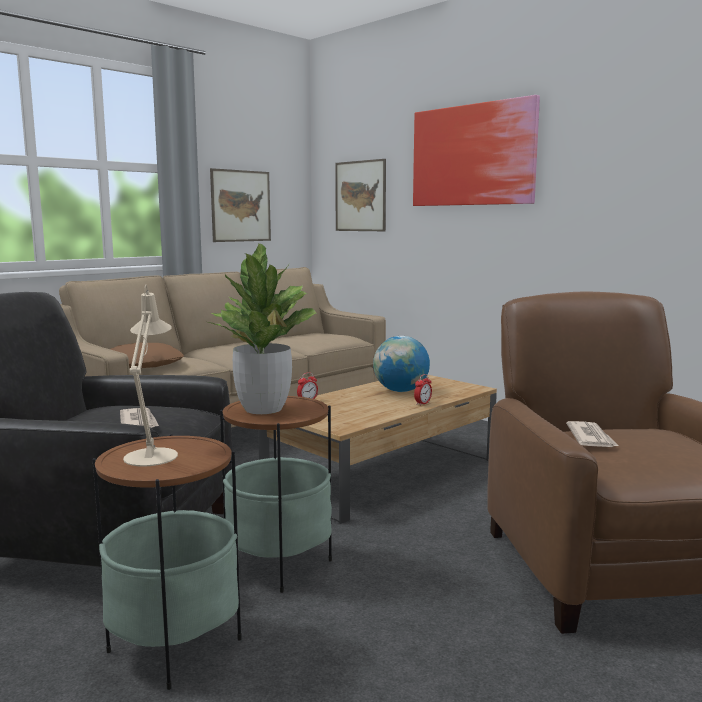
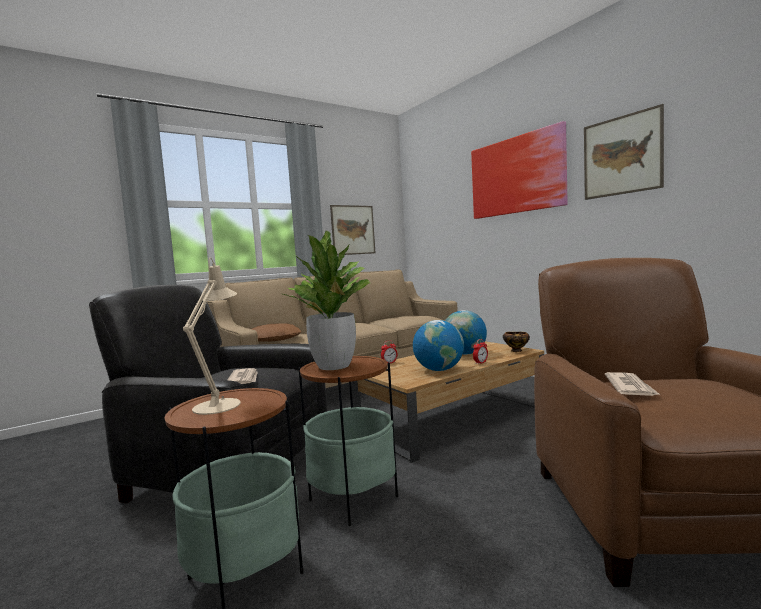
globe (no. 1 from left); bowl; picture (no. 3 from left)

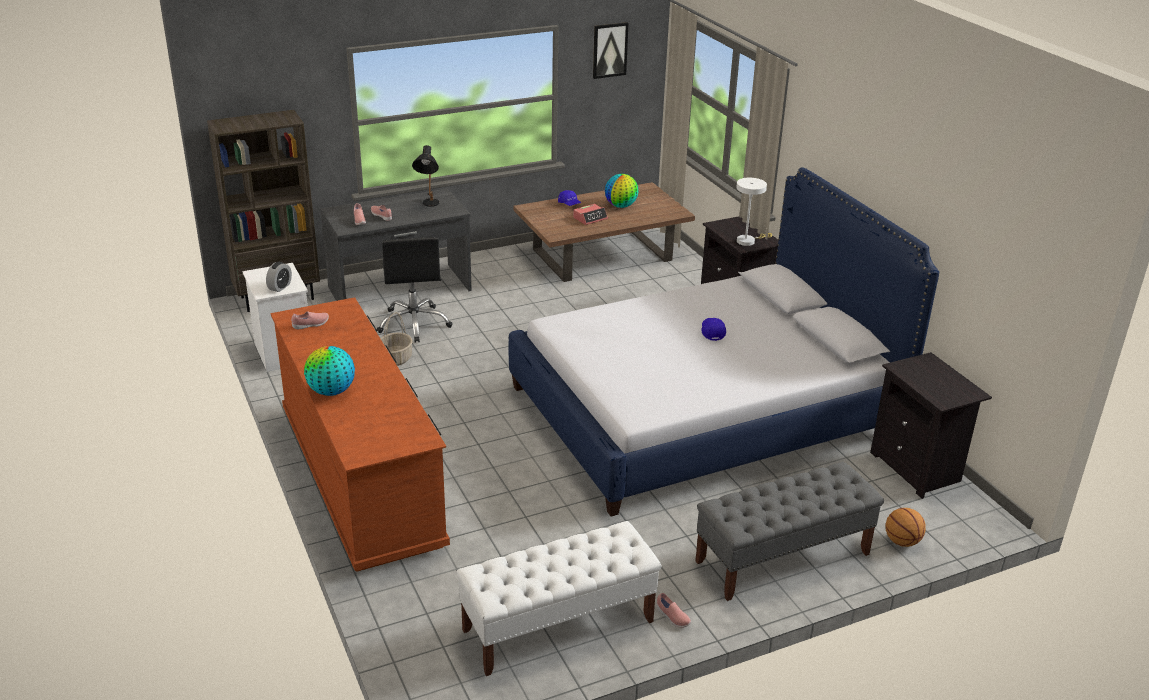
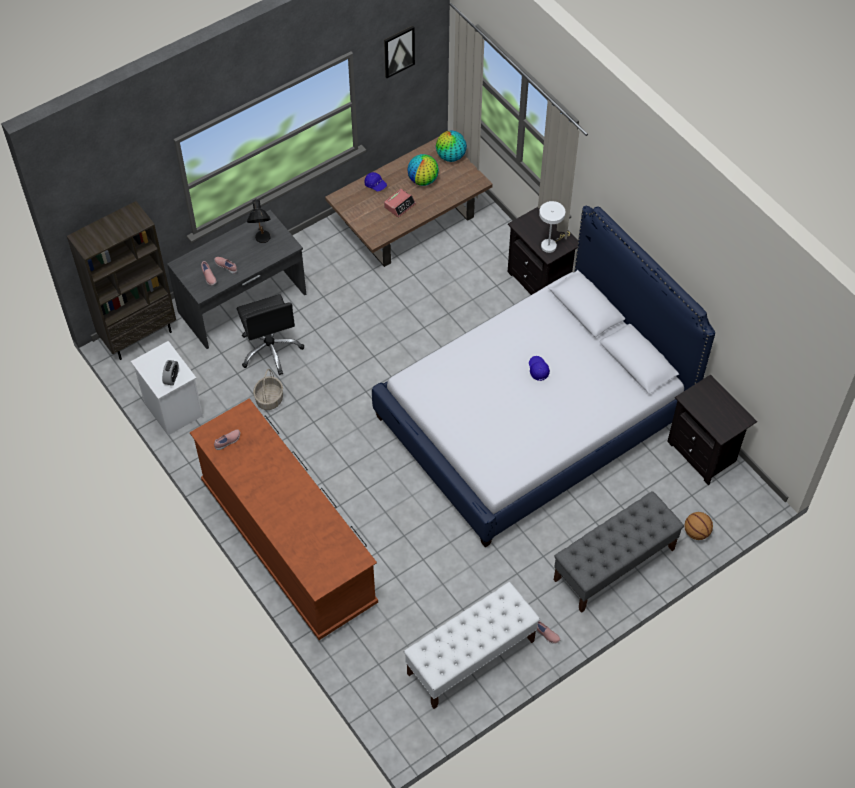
globe (no. 2 from left)

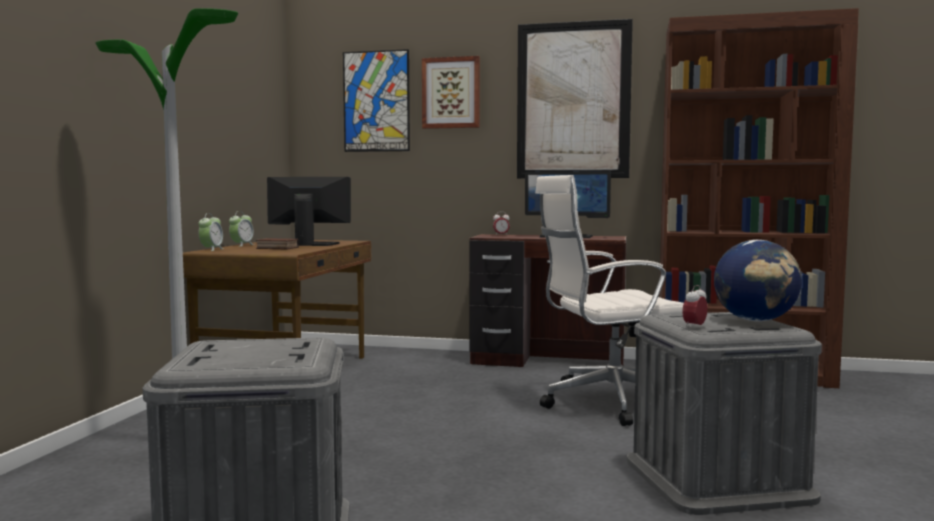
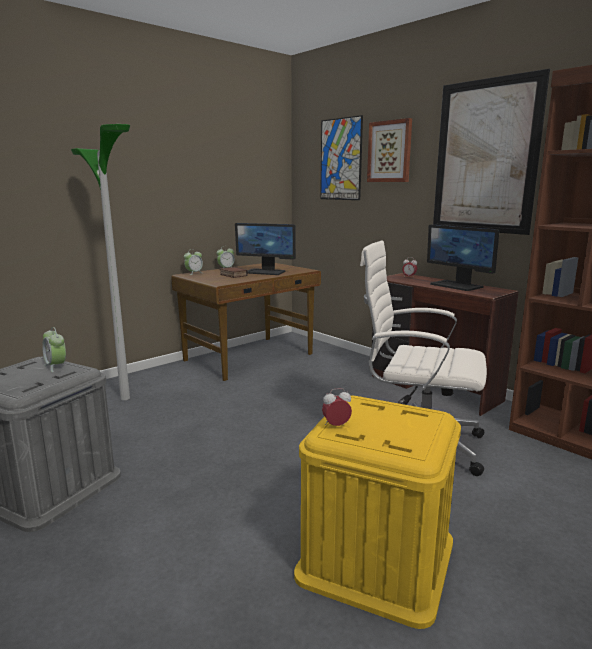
globe; alarm clock (no. 1 from left); storage box/yellow; monitor (no. 1 from left)

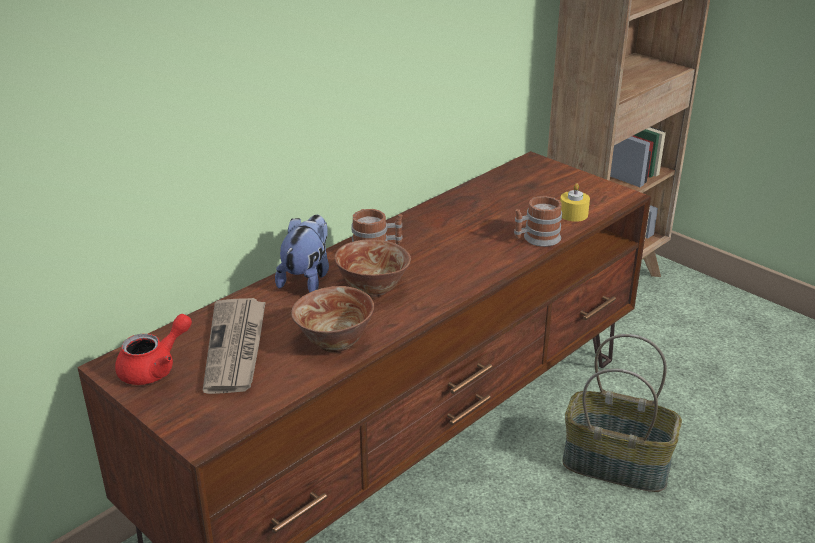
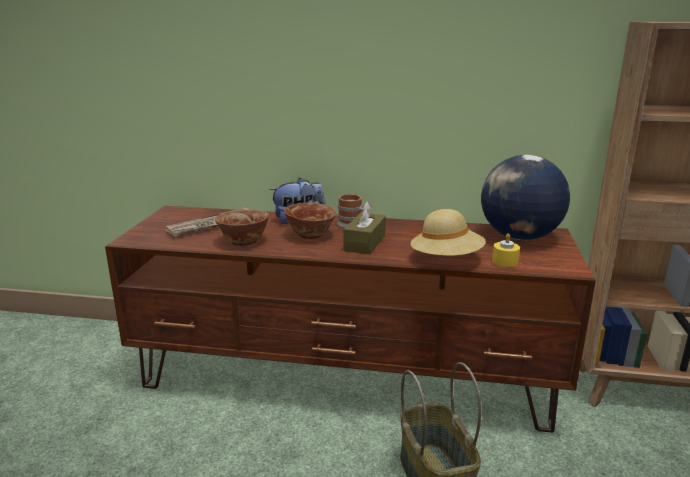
teapot/red; tissue box/brown; globe; hat/beige

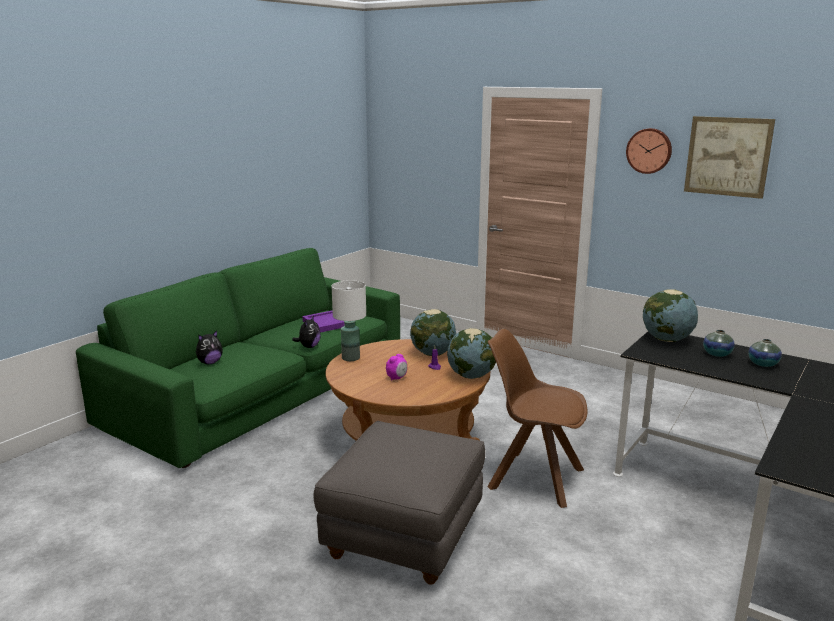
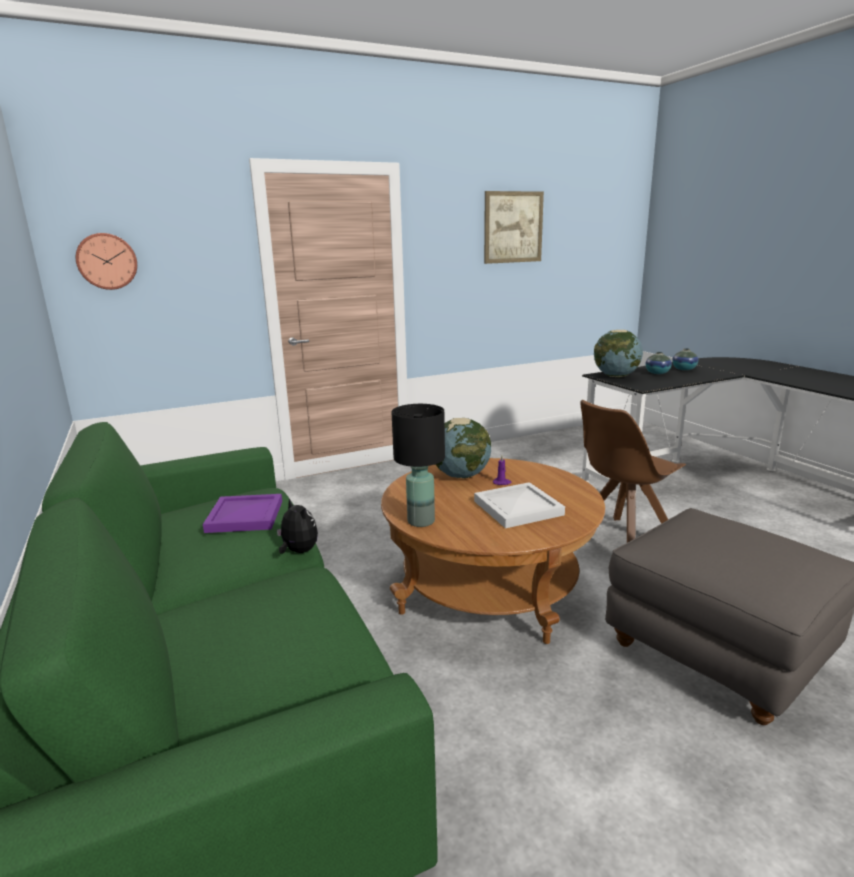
plush toy (no. 1 from left in the first image); globe (no. 2 from left in the first image); wall clock; tray/white; table lamp/black

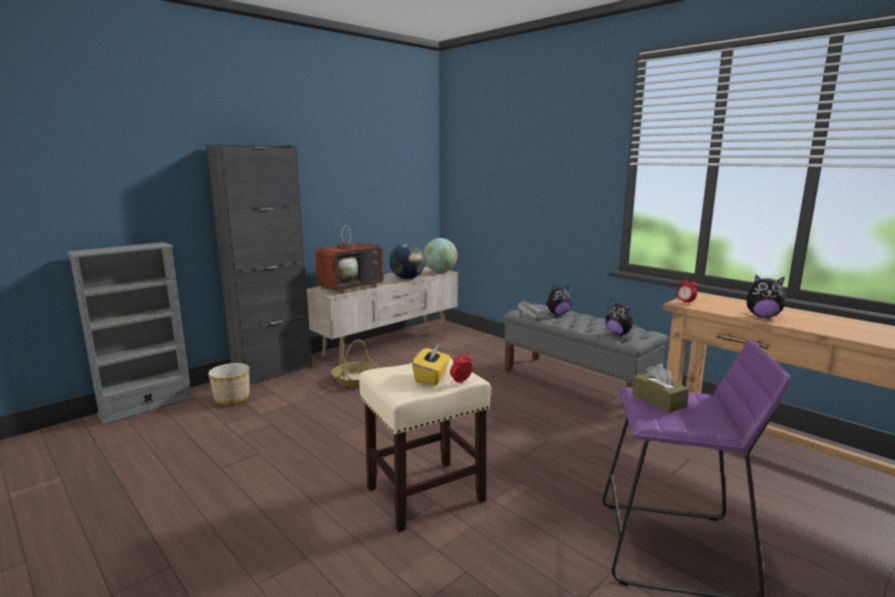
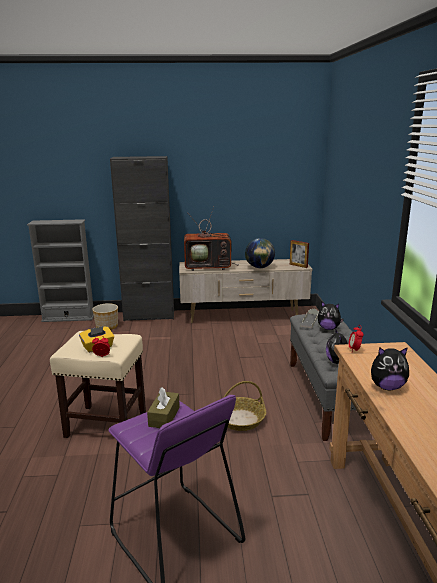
basket; picture frame; plush toy (no. 3 from left)

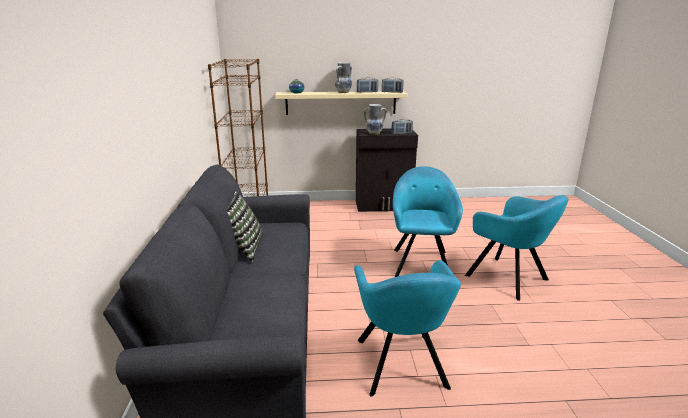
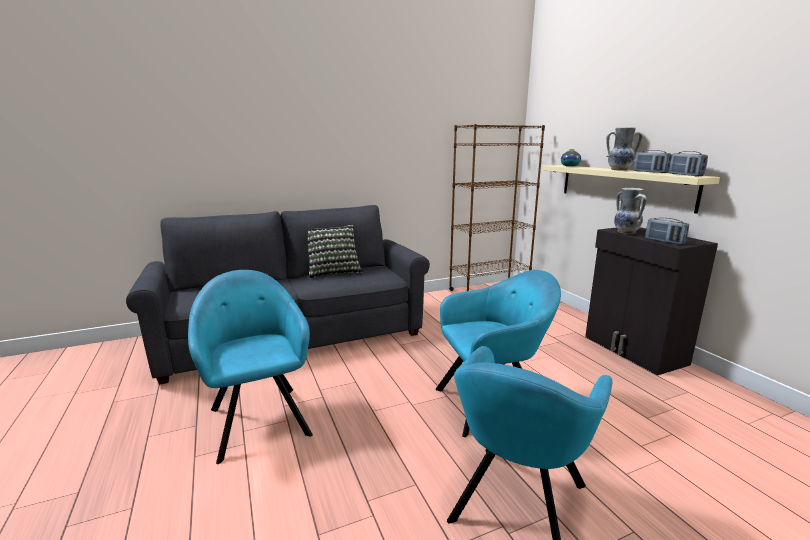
armchair/turquoise (no. 1 from left)

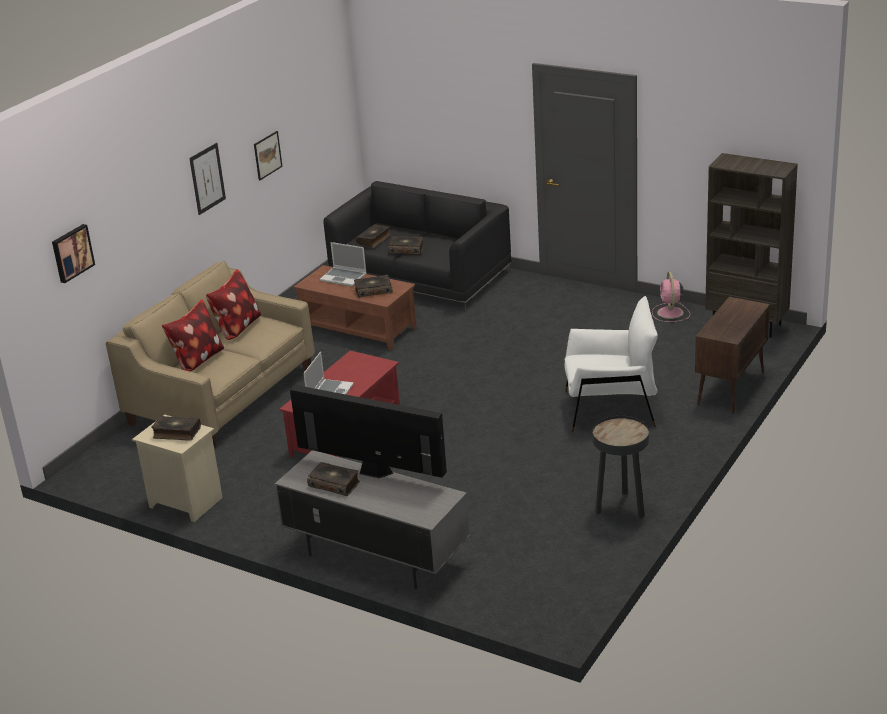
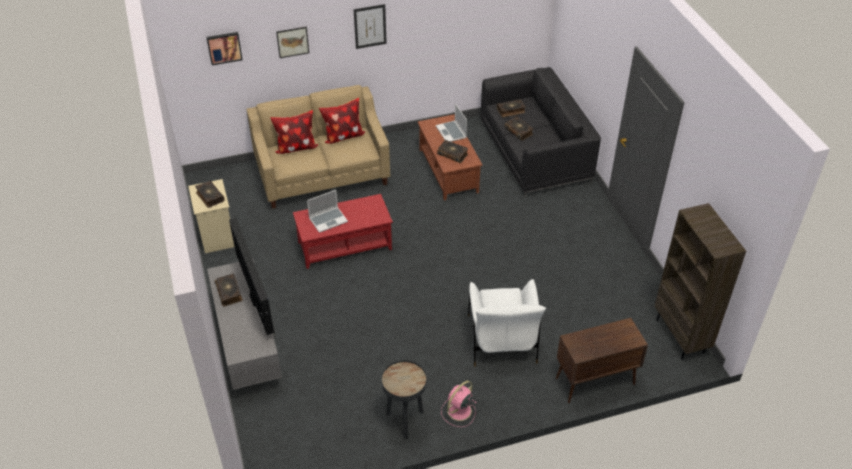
picture (no. 2 from left); fan/pink; armchair/white

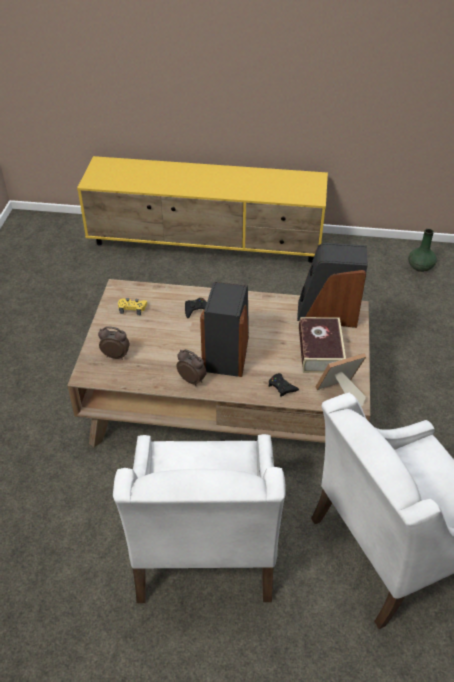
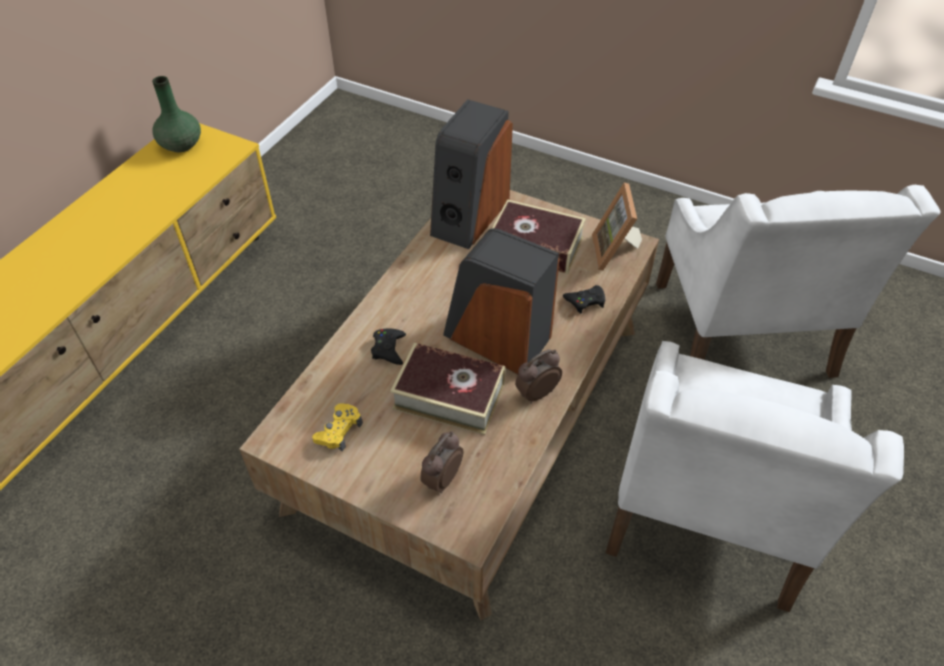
book (no. 1 from left); vase/green; armchair/white (no. 1 from left)

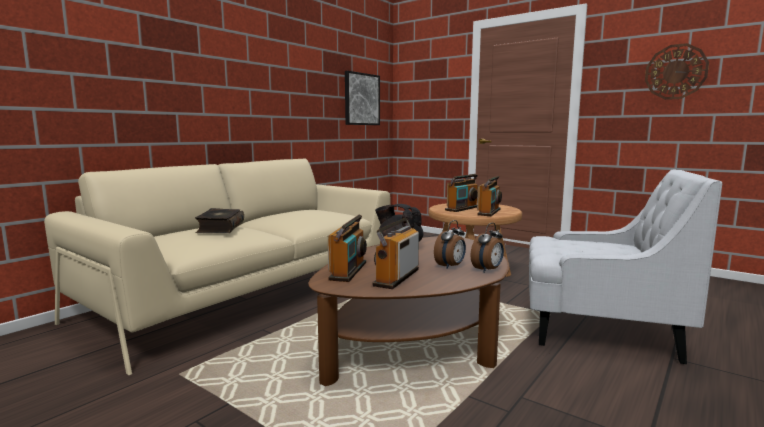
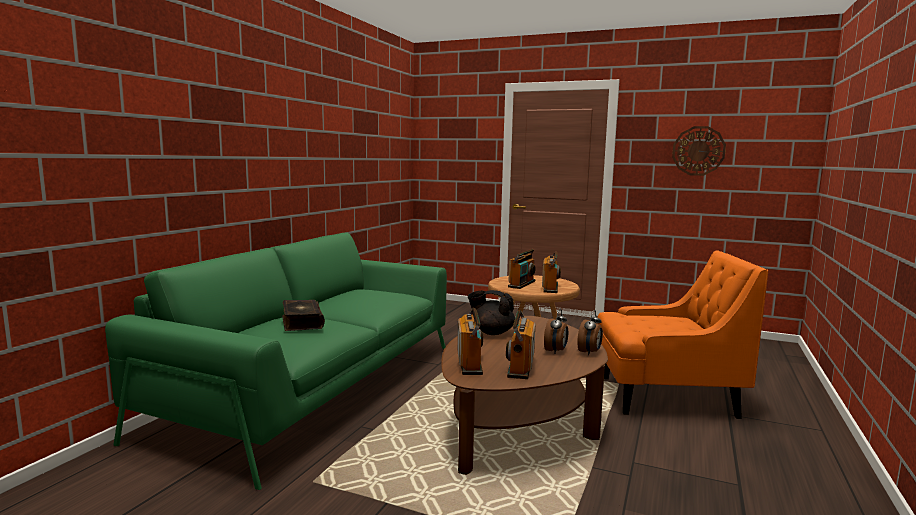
picture; sofa/green; armchair/orange

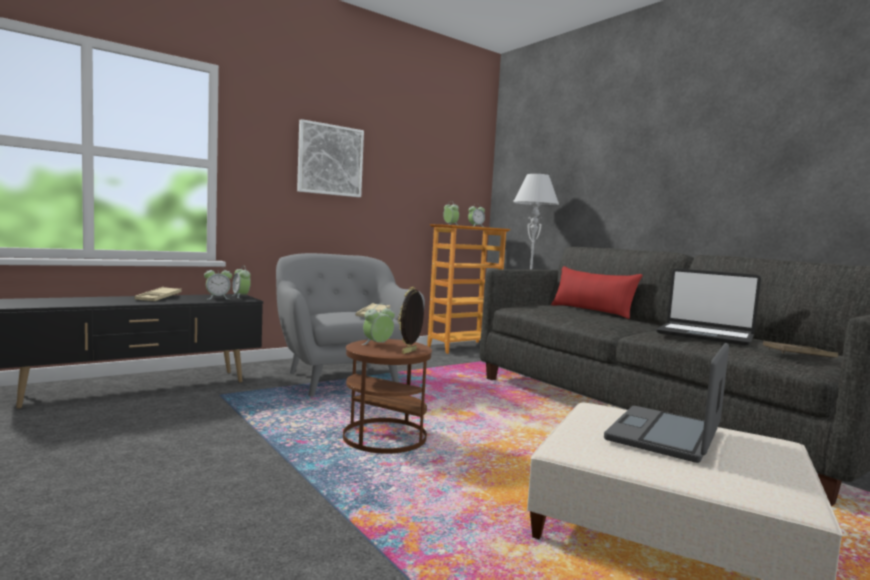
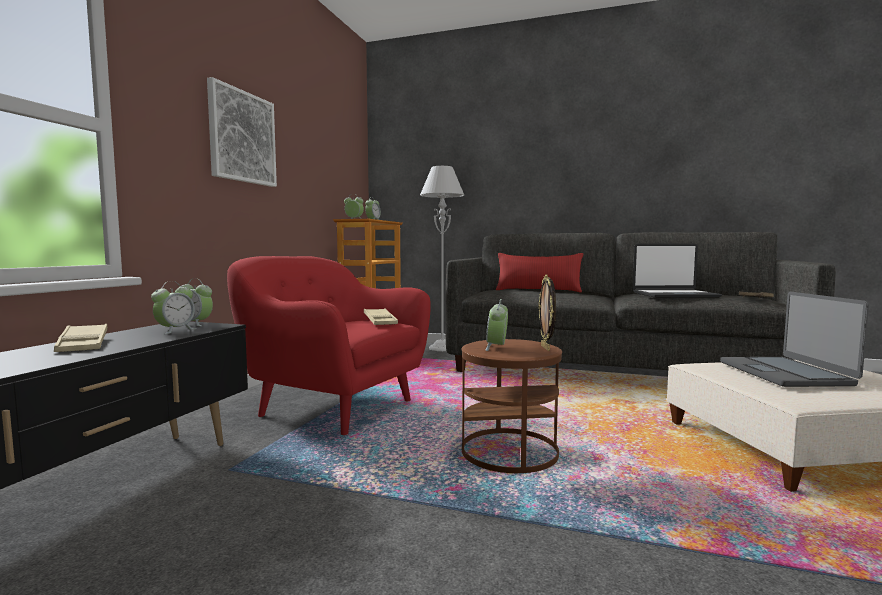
armchair/red

